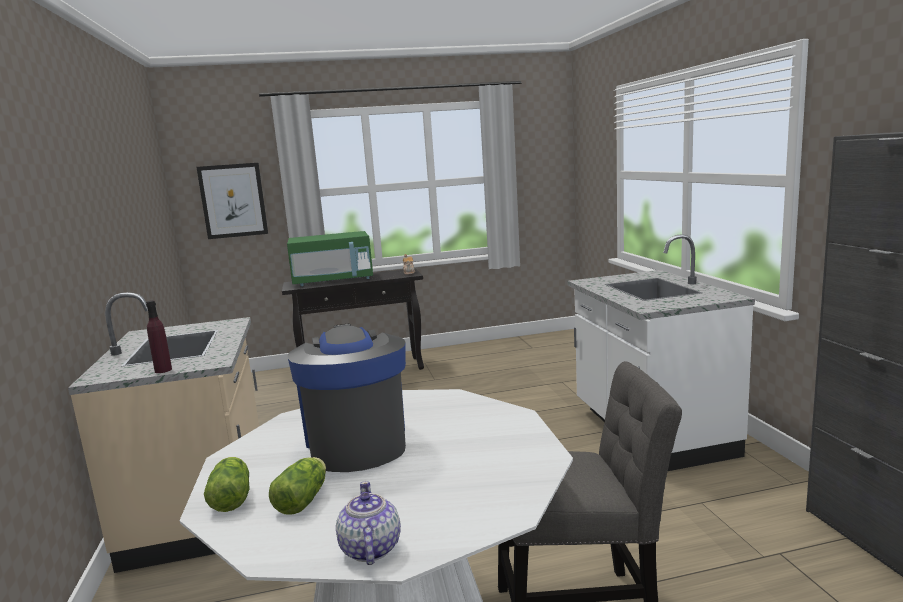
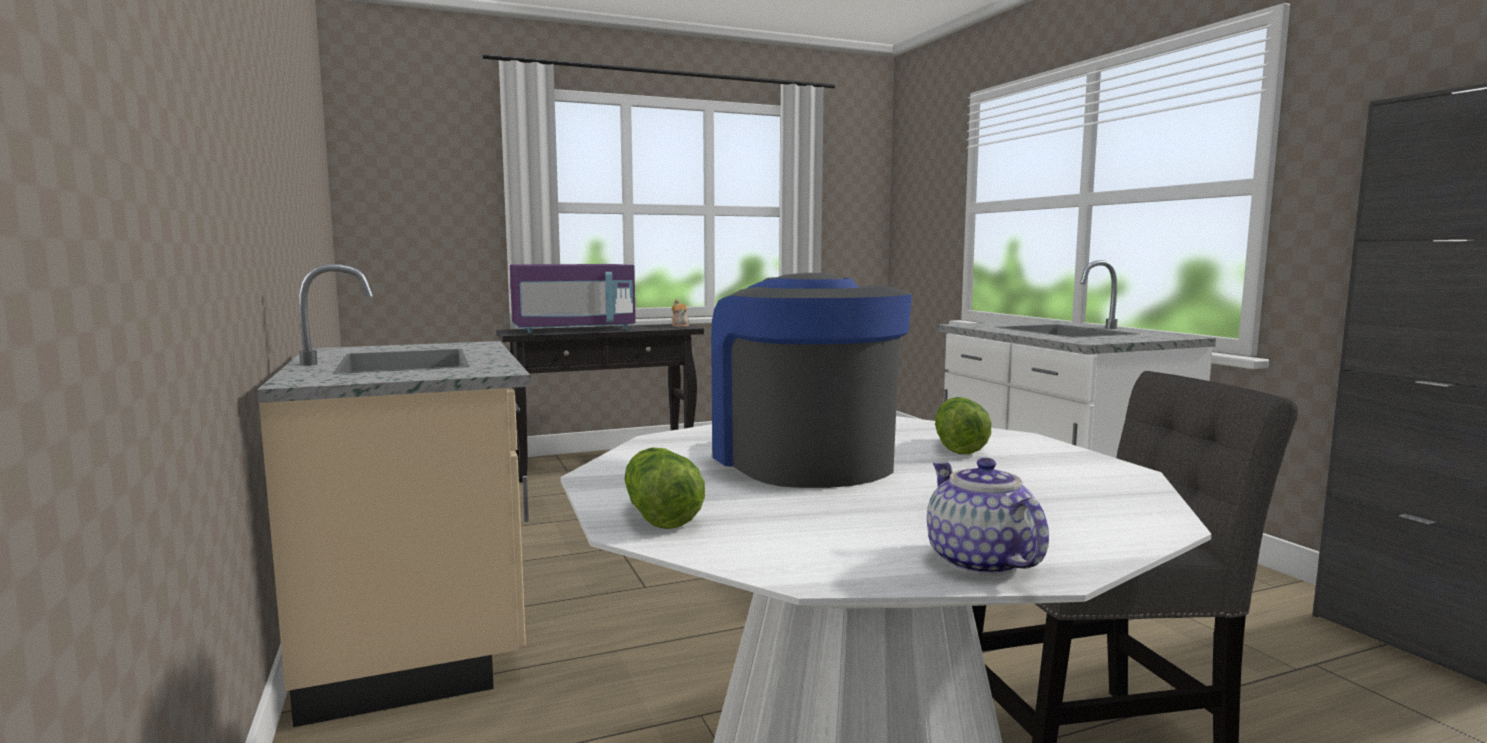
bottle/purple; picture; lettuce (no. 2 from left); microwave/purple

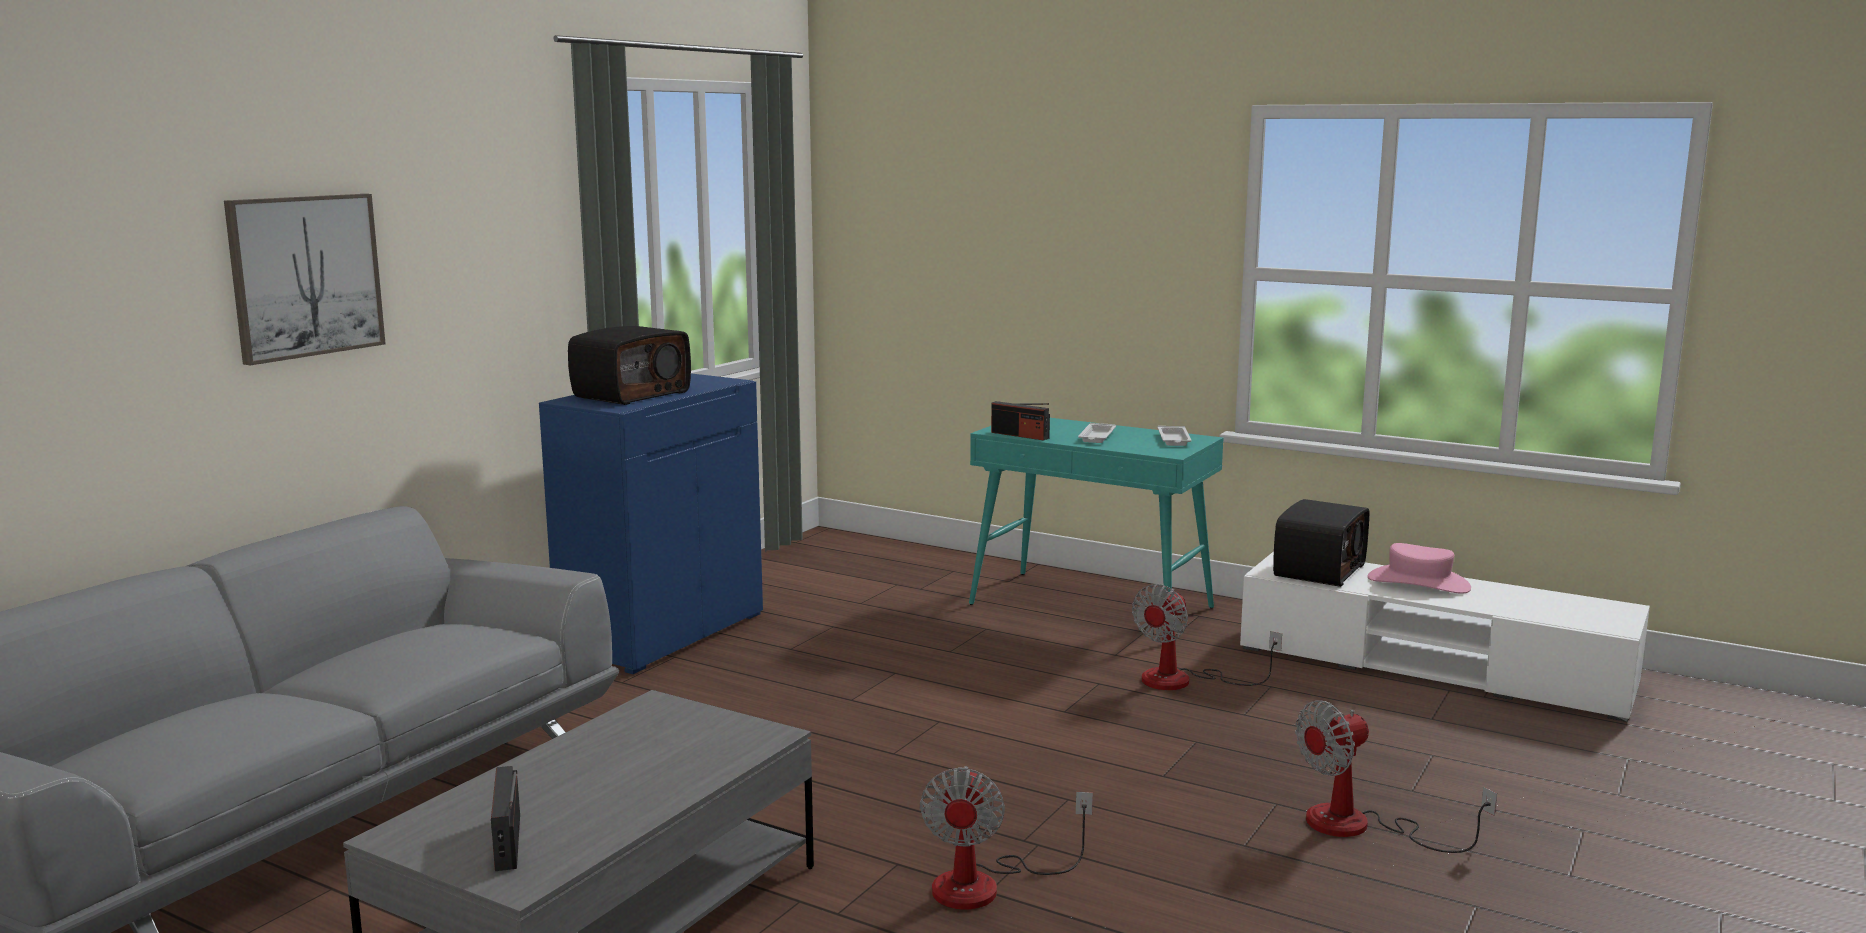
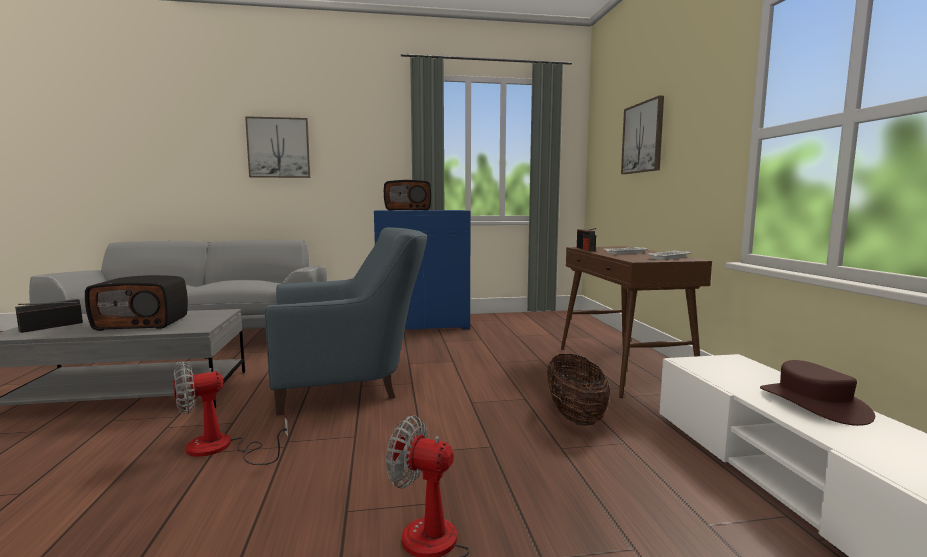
armchair/blue; picture (no. 2 from left); radio (no. 2 from left); basket; console table/brown; hat/brown

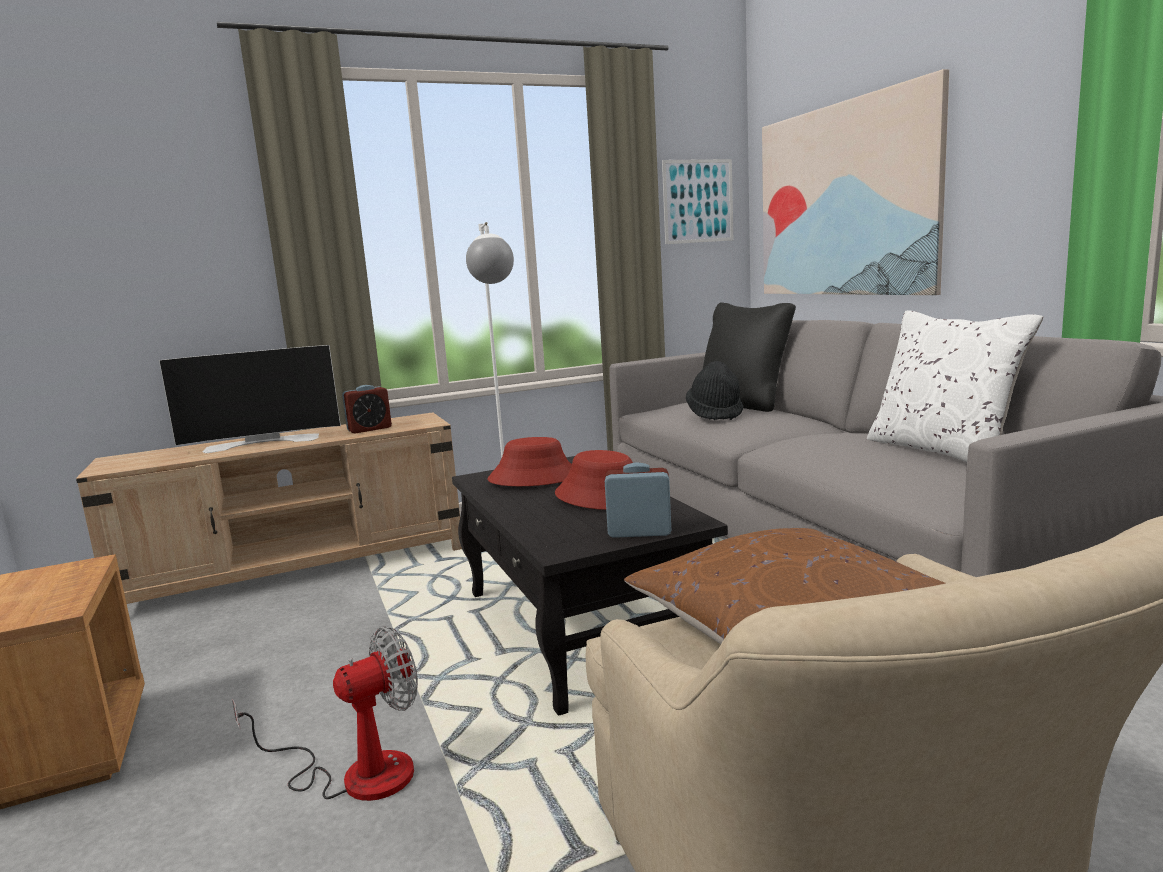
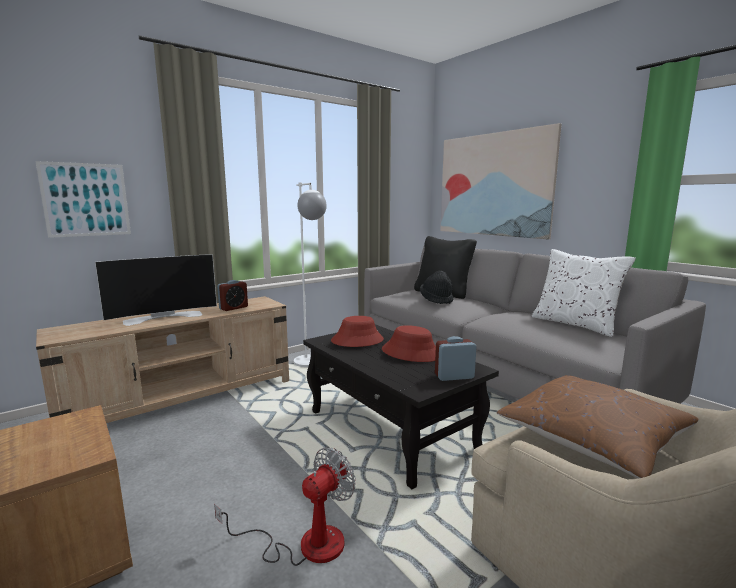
picture (no. 1 from left)

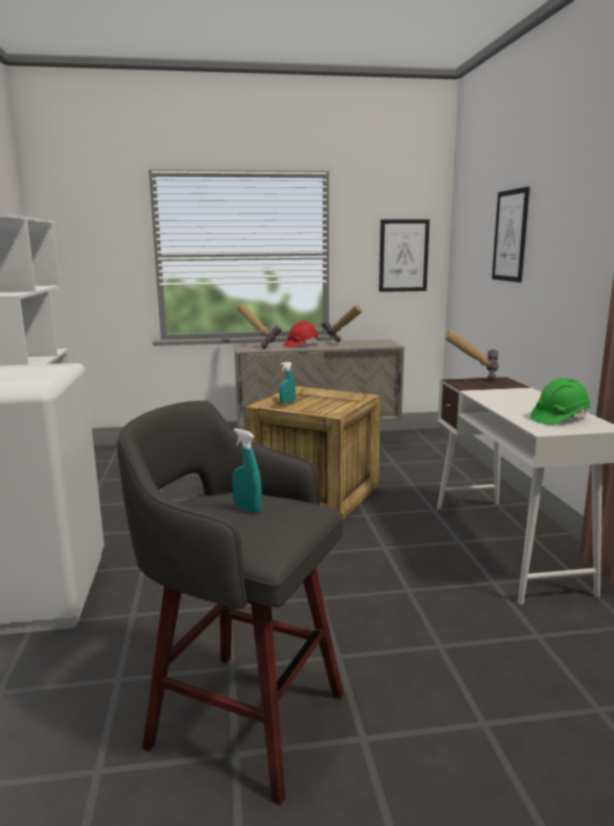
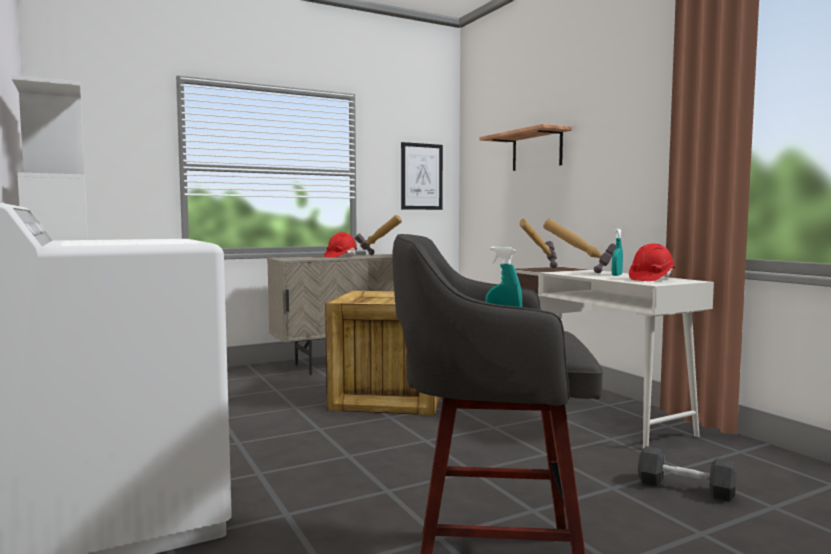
dumbbell/black; hammer (no. 3 from left); spray bottle/turquoise (no. 2 from left); shelf; hard hat/red (no. 2 from left)

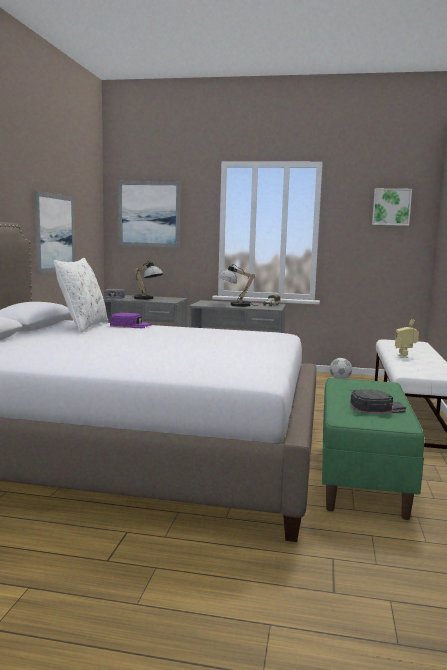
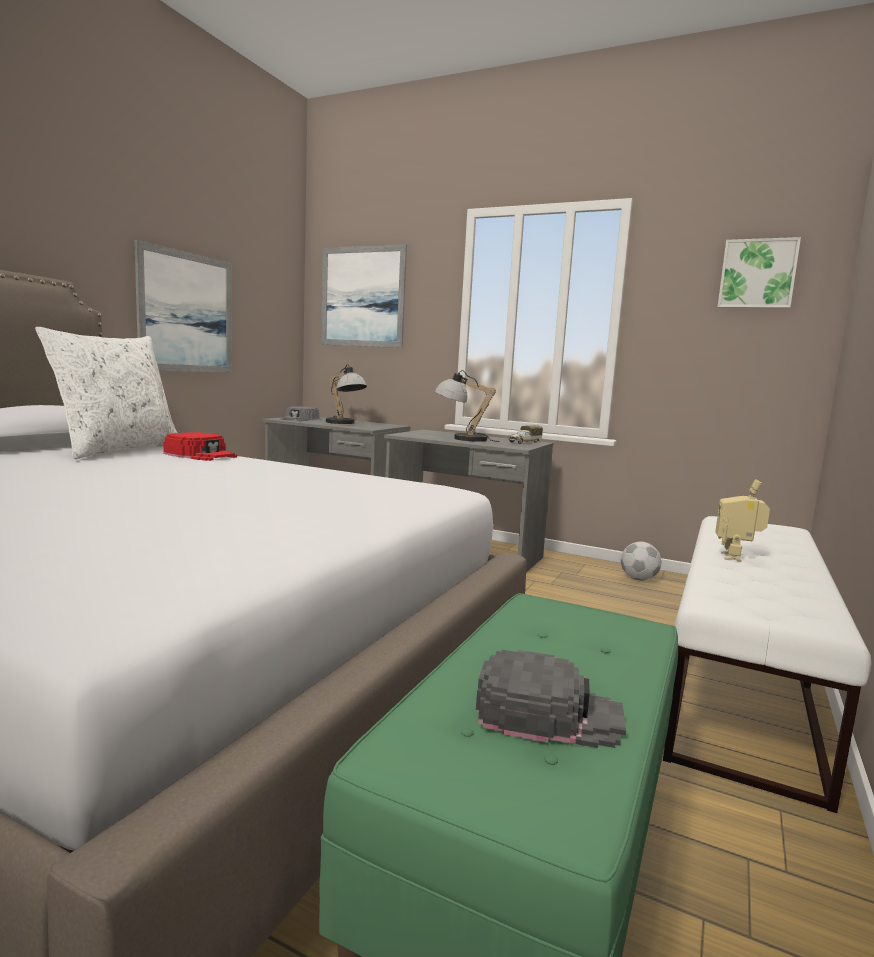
cap/red

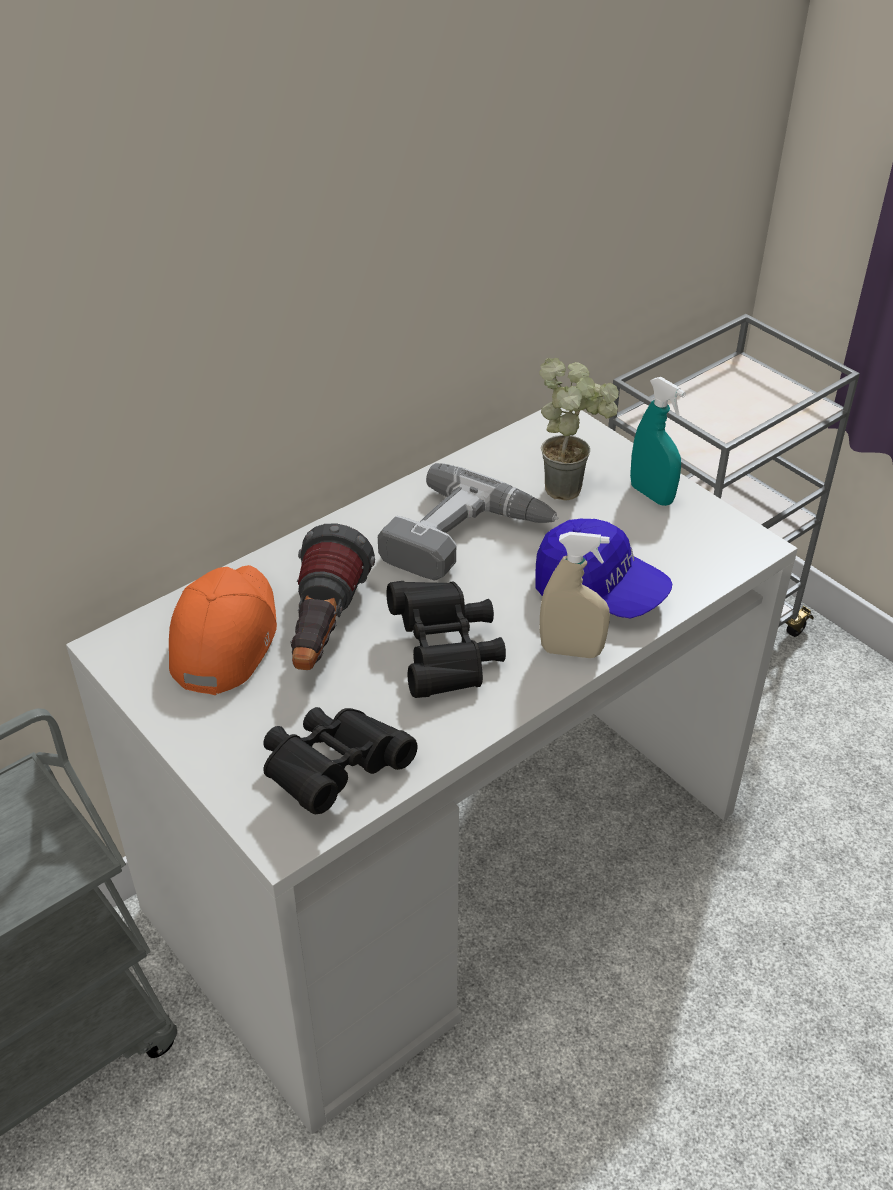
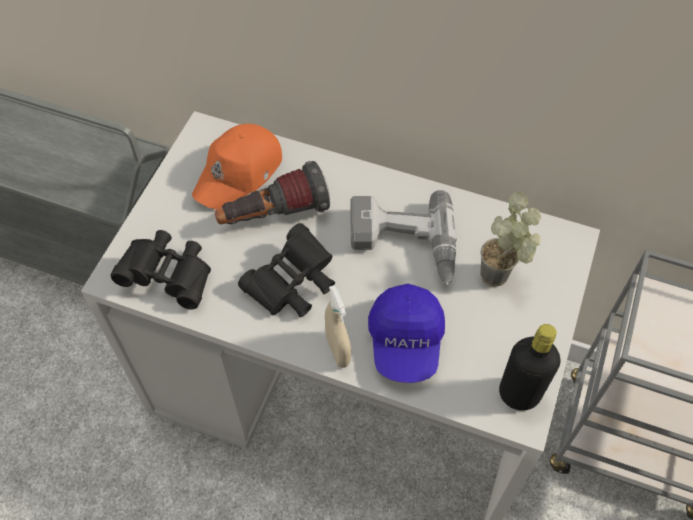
spray bottle/turquoise; bottle/black; cap/orange

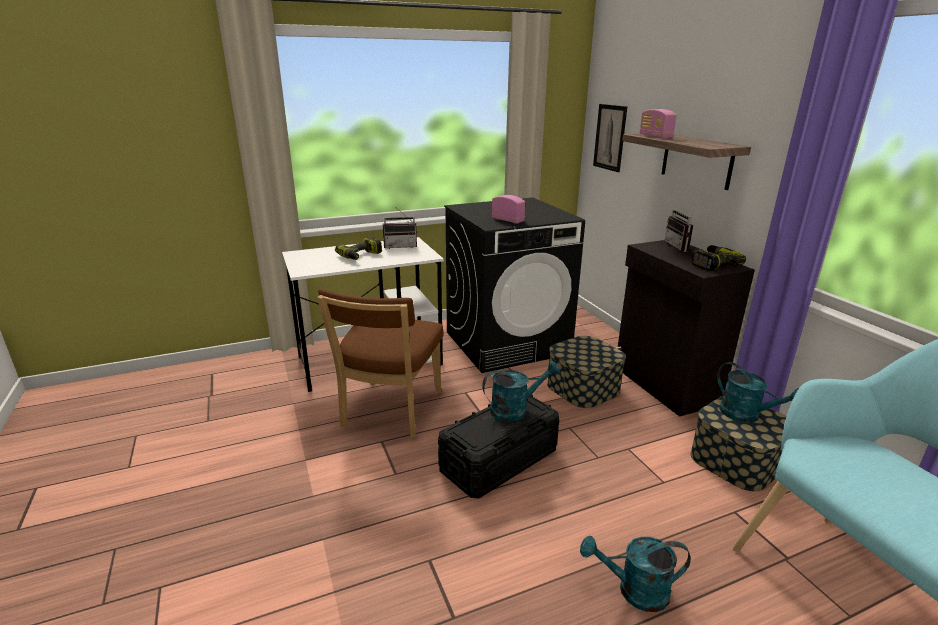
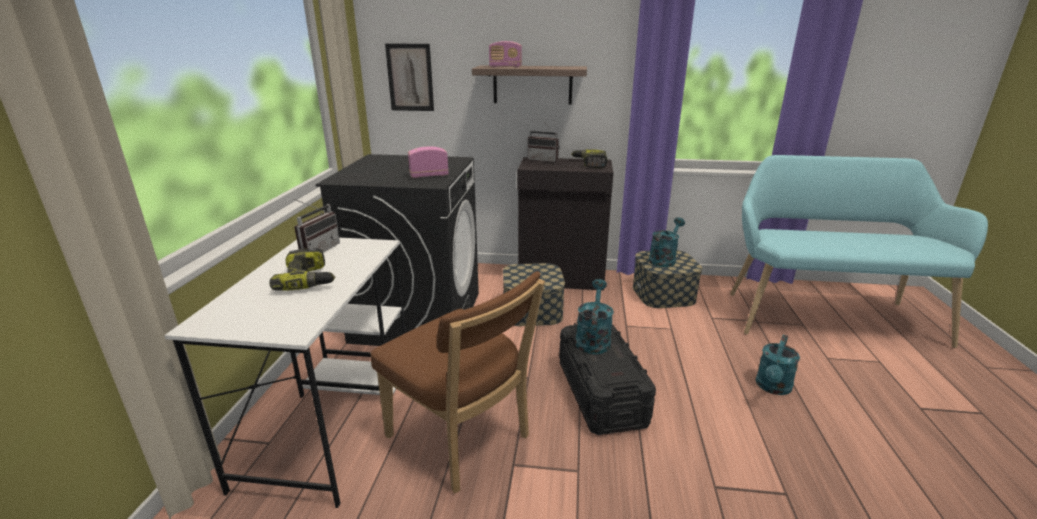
watering can/turquoise (no. 2 from left)

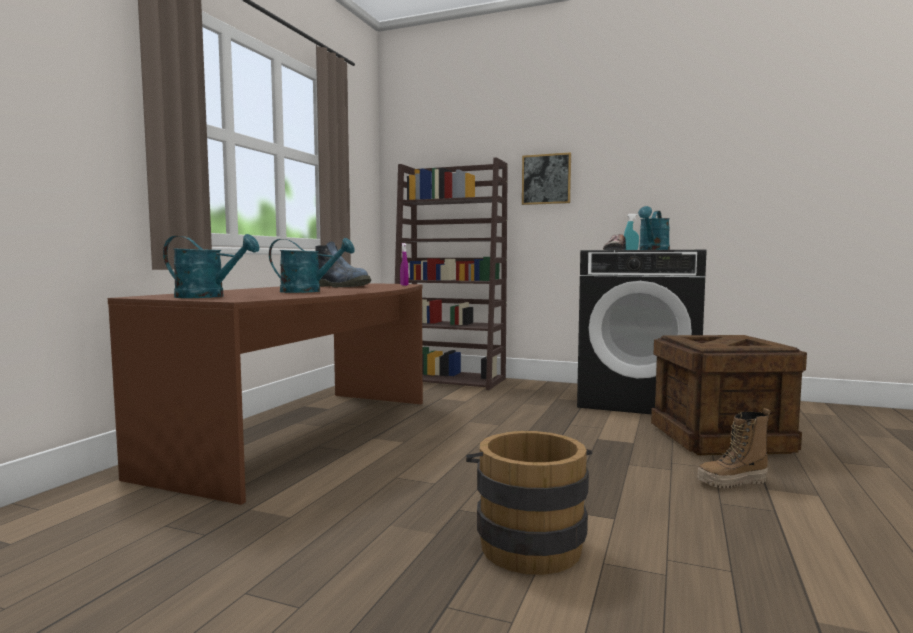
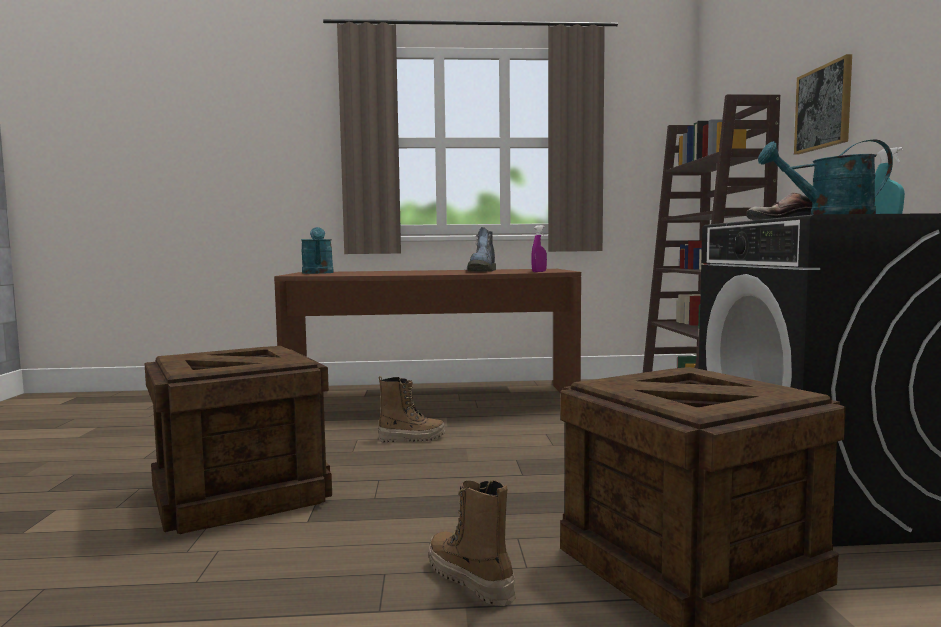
watering can/turquoise (no. 2 from left in the first image); boot (no. 1 from left); crate (no. 1 from left)

